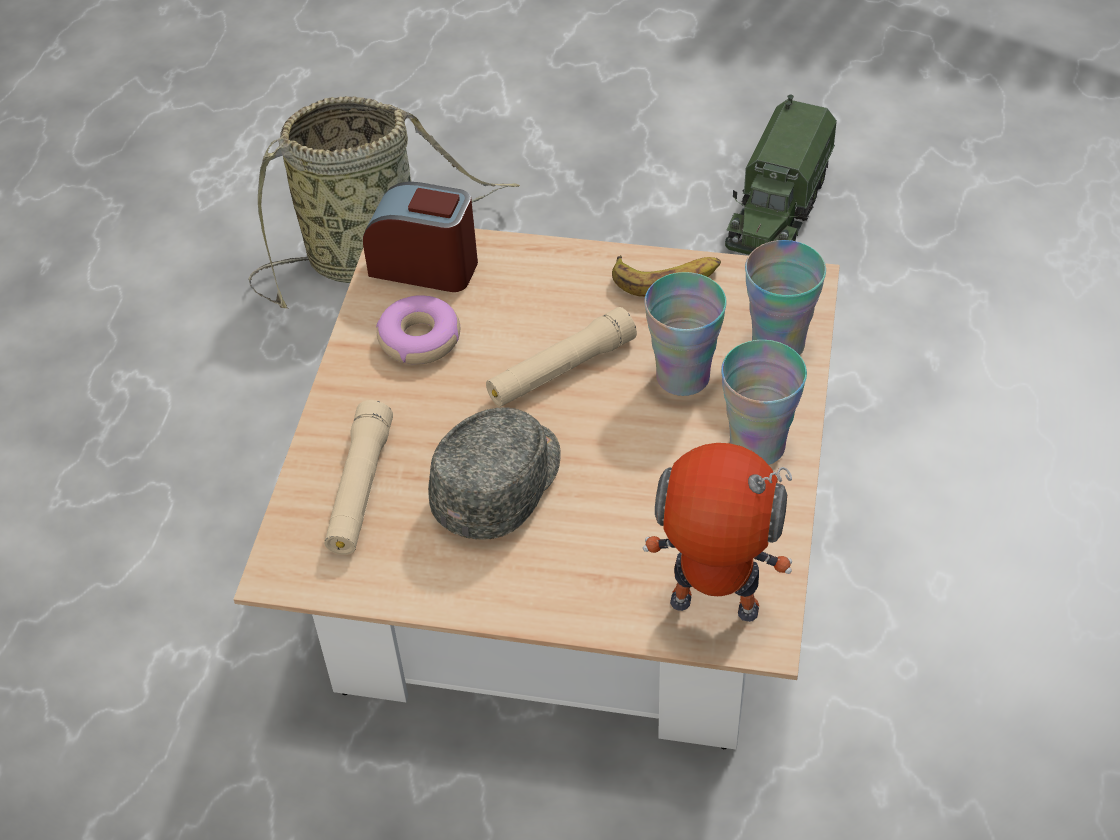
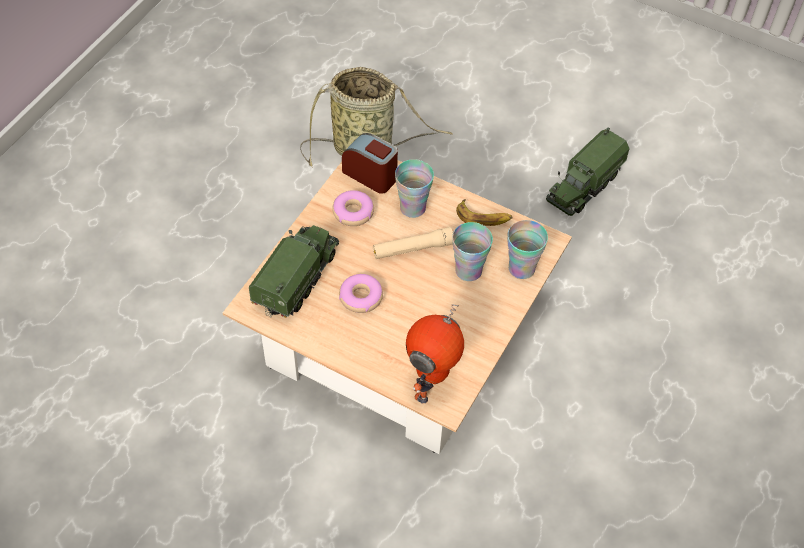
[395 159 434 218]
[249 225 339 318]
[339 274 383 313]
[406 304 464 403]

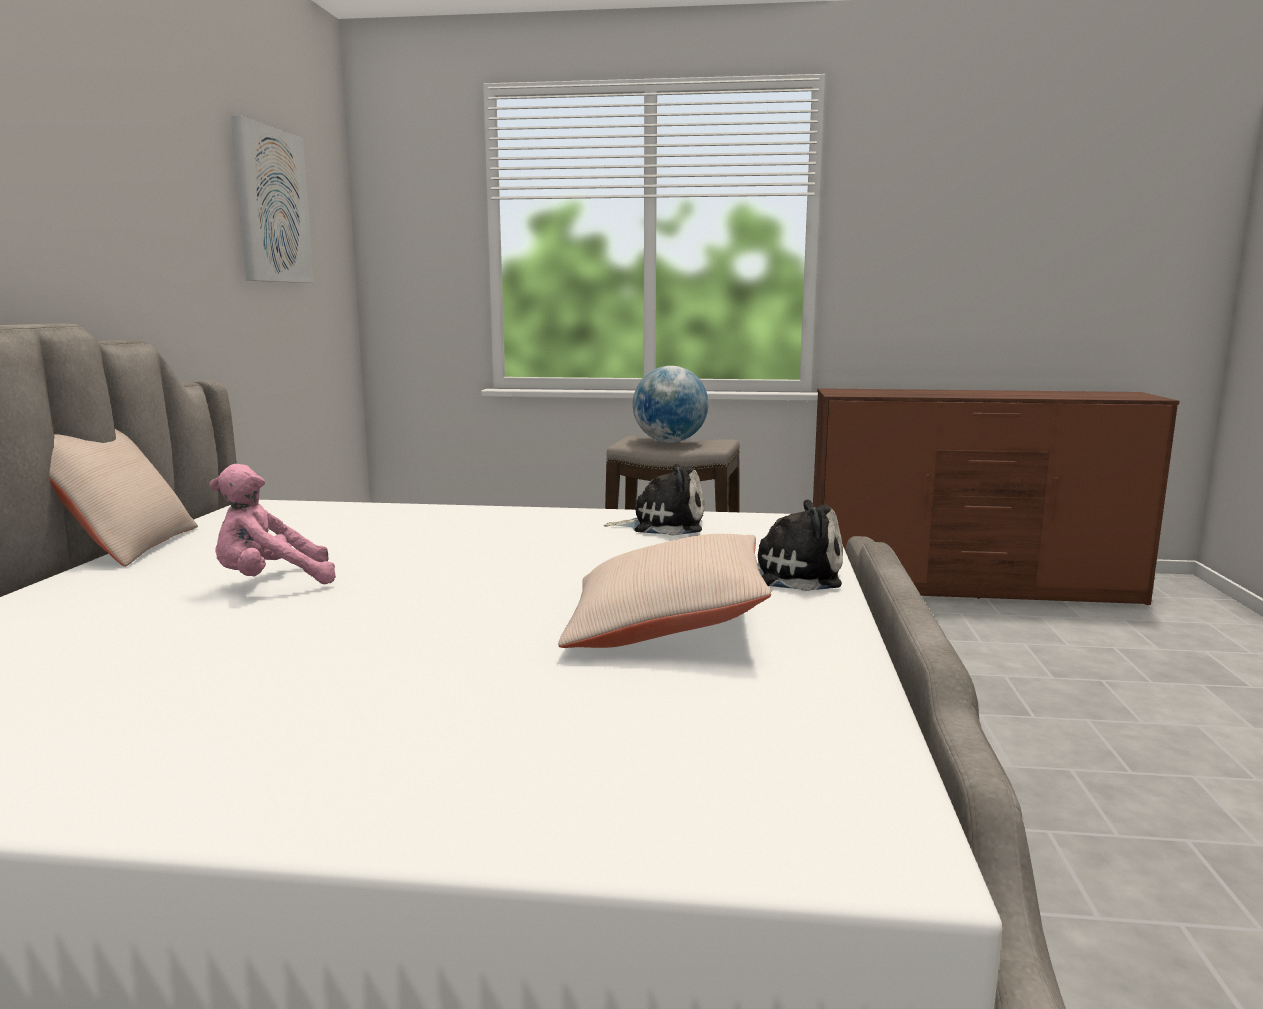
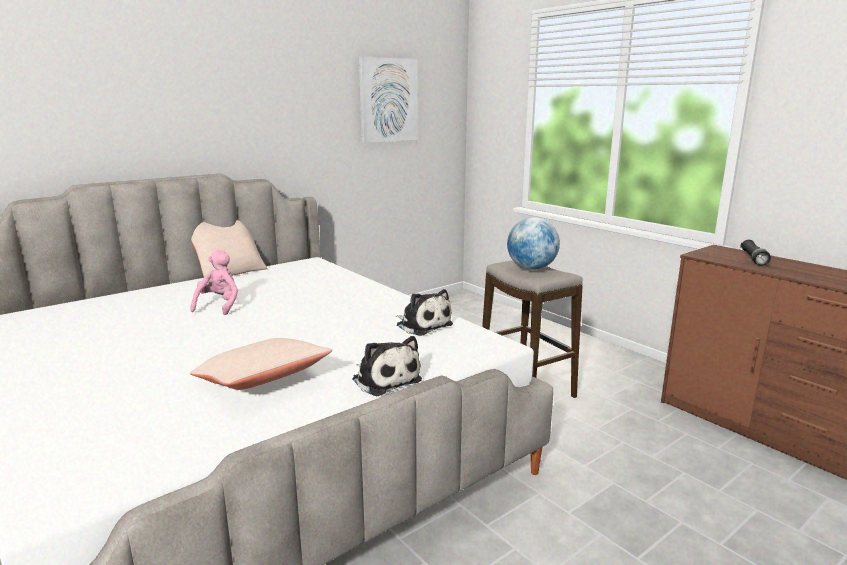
[740 240 771 266]
[190 250 238 315]

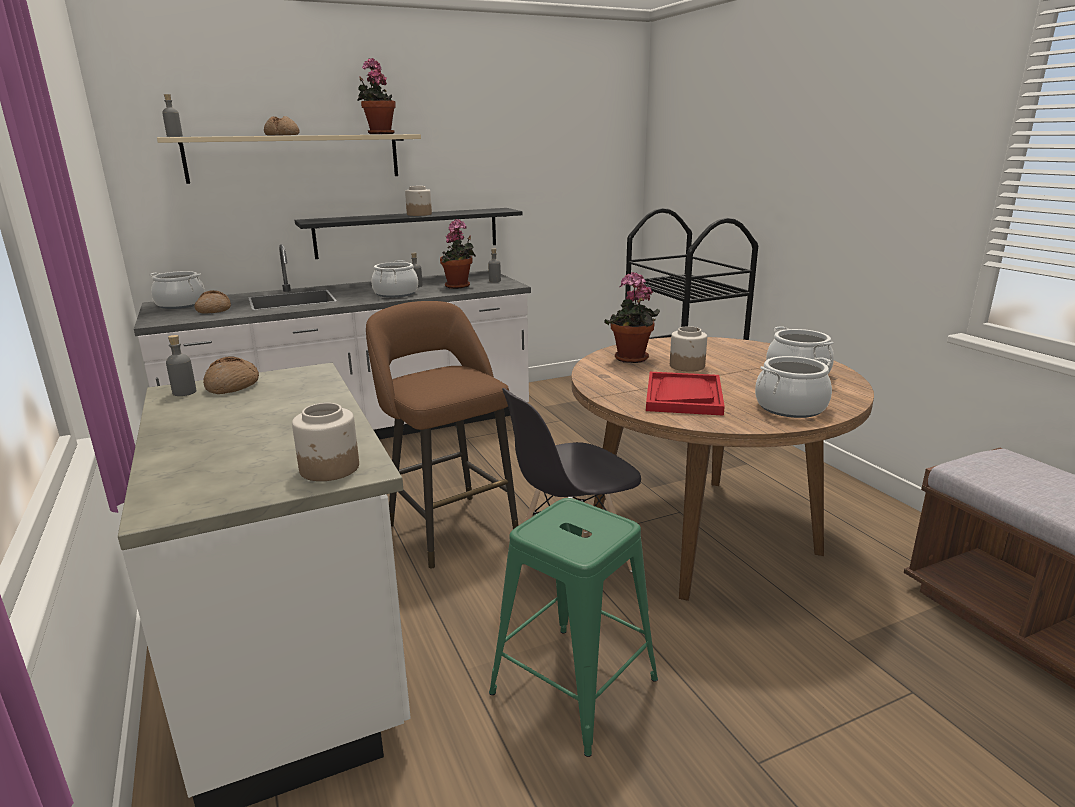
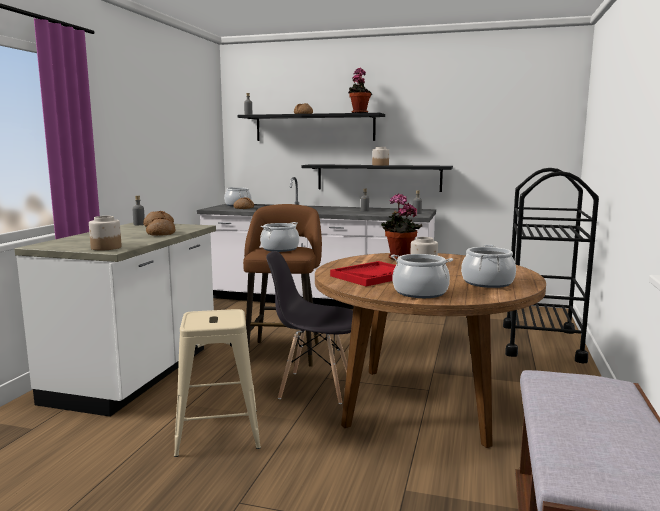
[440 219 476 289] (first image)
[146 217 175 236]
[260 222 299 252]
[237 113 385 141]
[174 309 261 457]

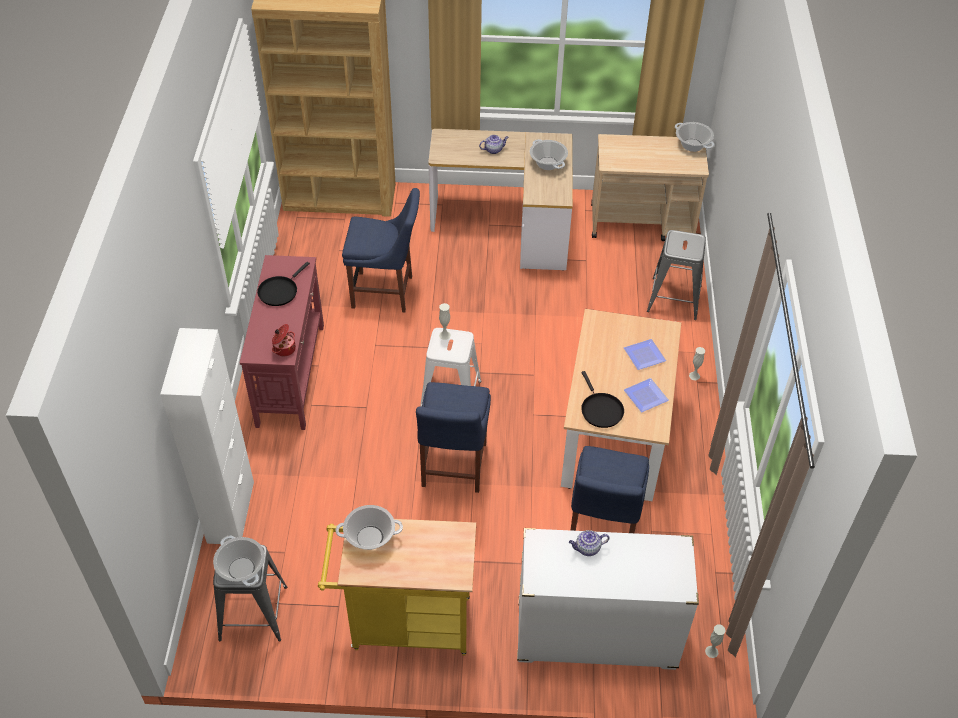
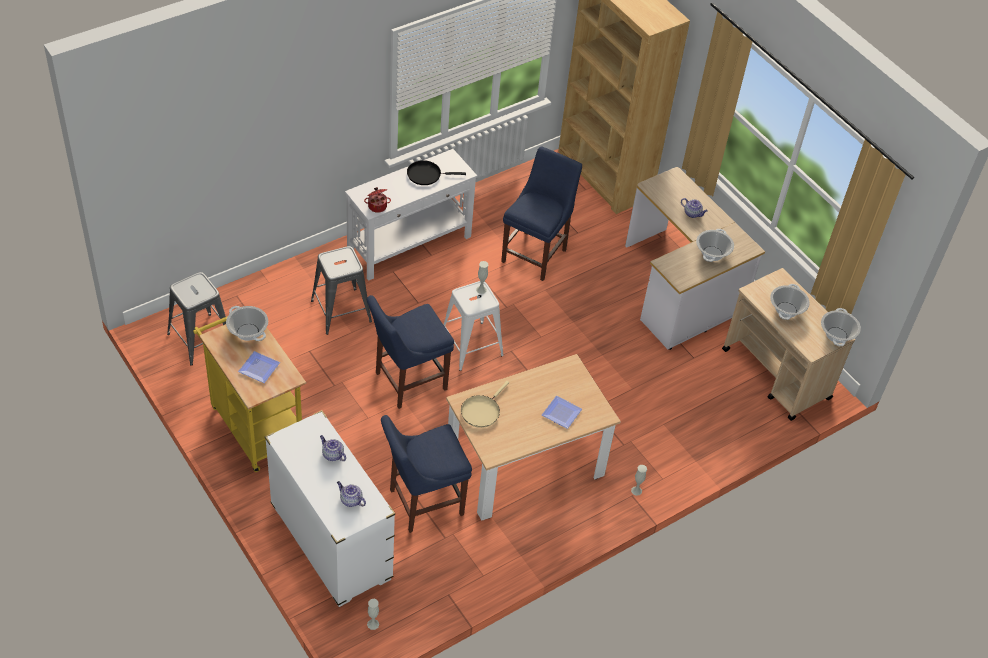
[160 328 254 544] (first image)
[337 481 366 507]
[770 284 810 320]
[238 351 280 383]
[311 246 372 335]
[345 149 477 281]
[461 381 509 428]
[501 146 582 281]

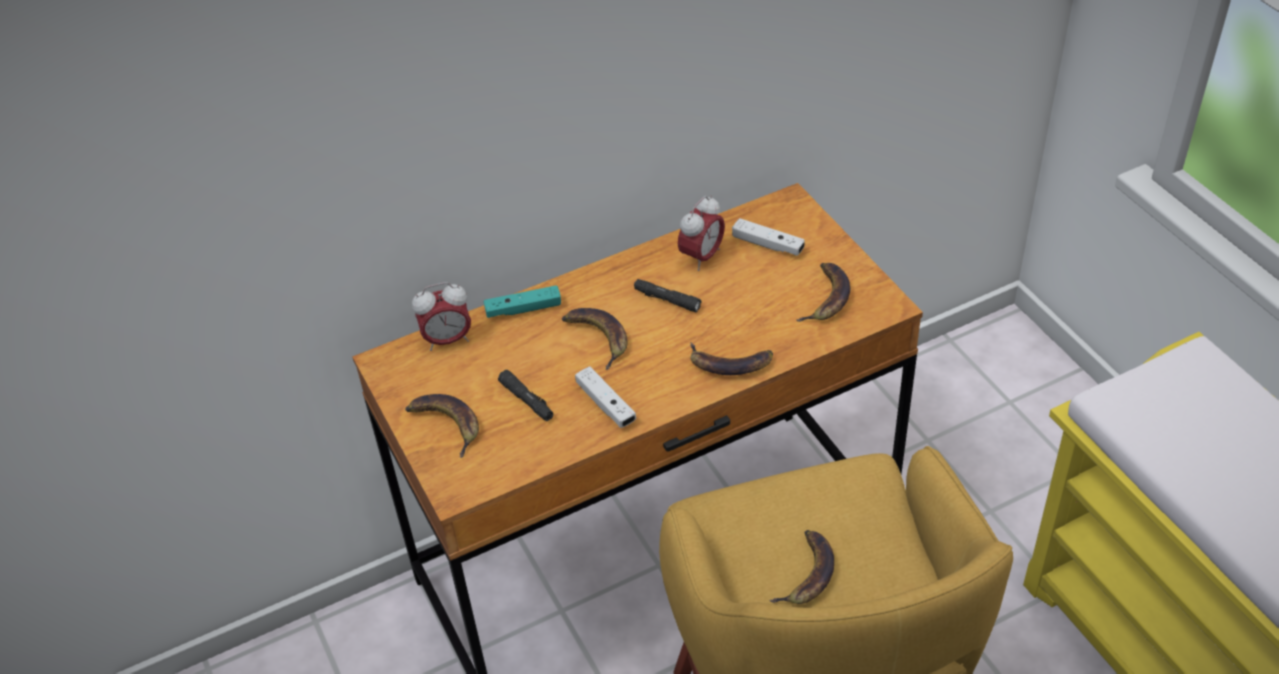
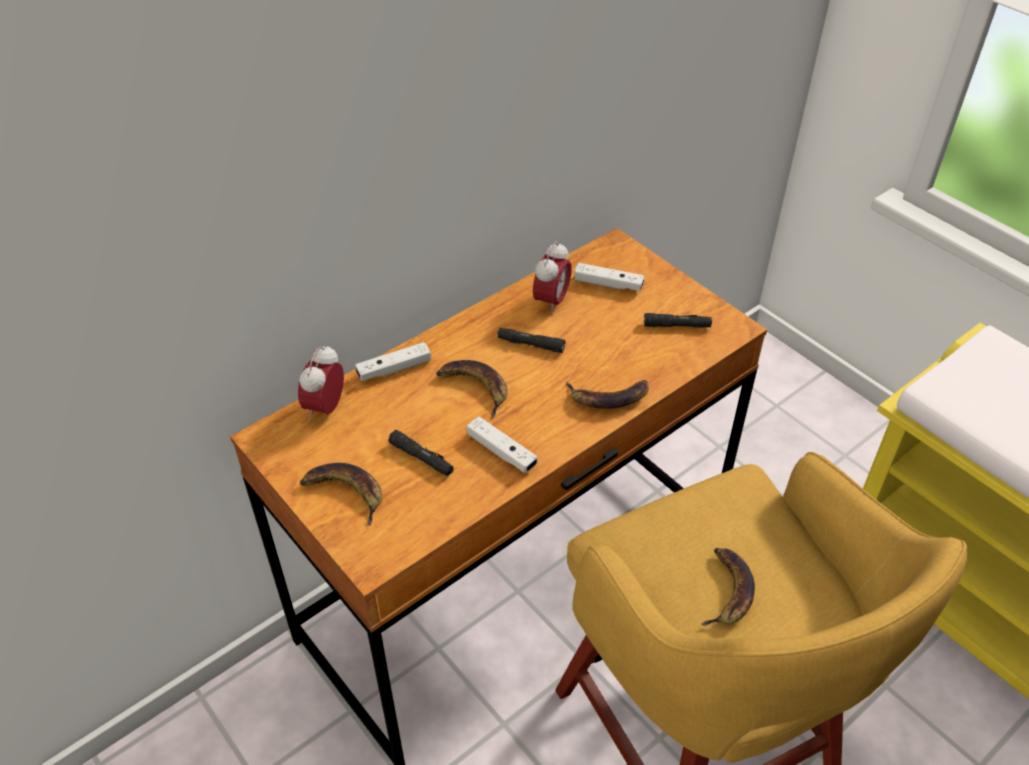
[644 313 712 328]
[355 342 431 381]
[298 344 344 420]

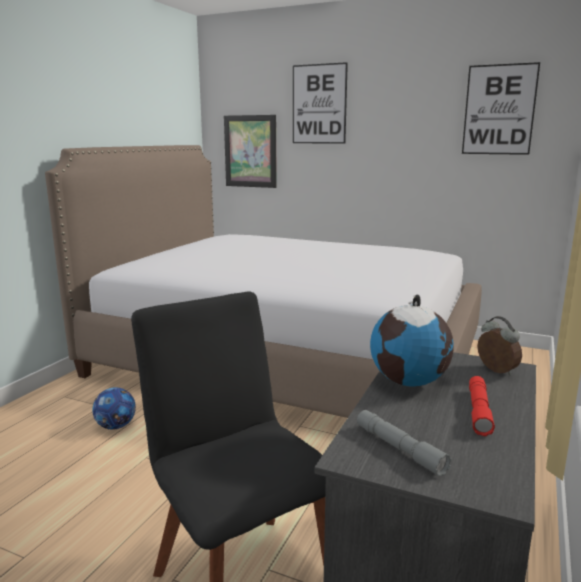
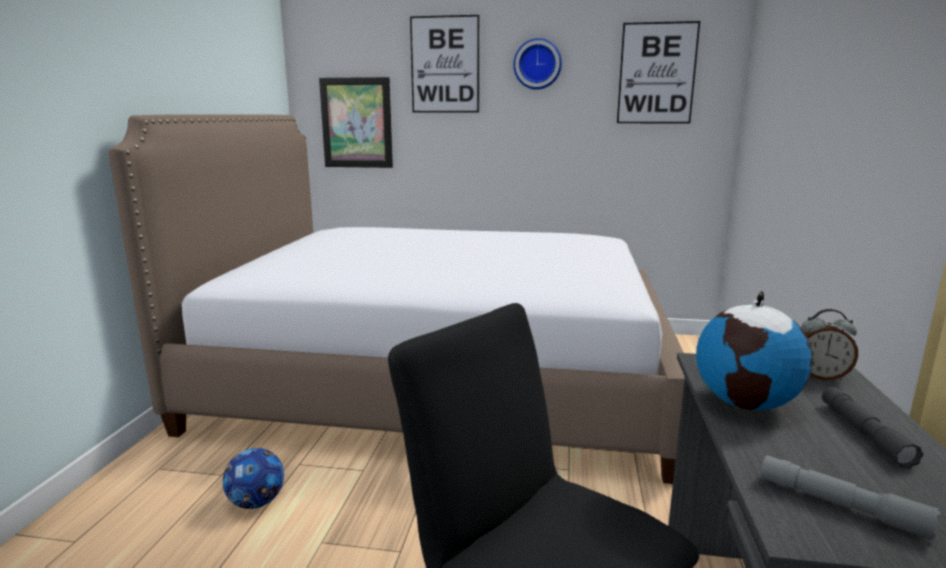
[513 38 562 90]
[822 387 923 469]
[801 309 858 380]

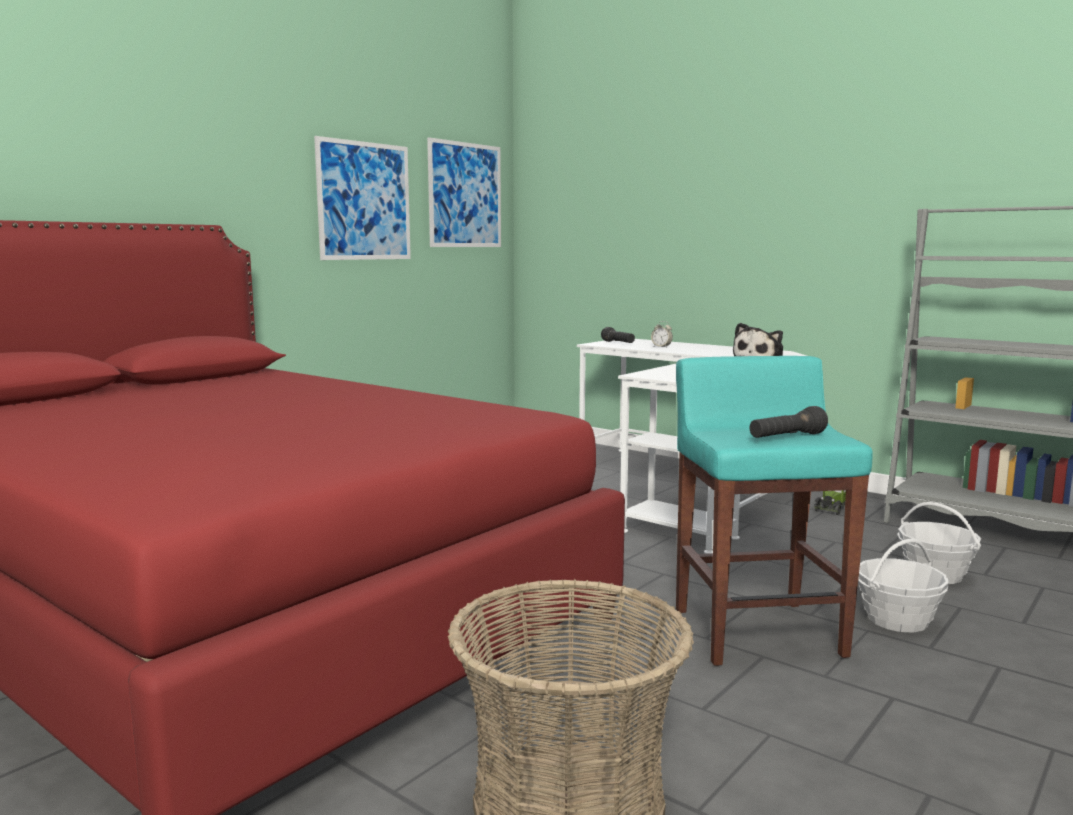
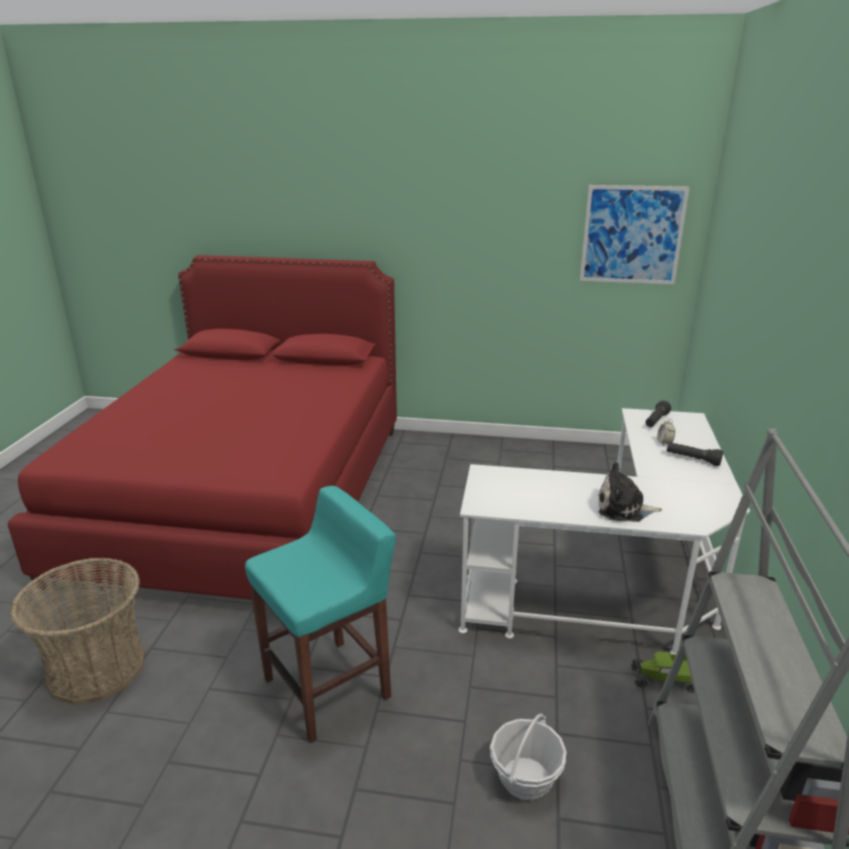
[314 136 411 260] (first image)
[858 539 949 632] (first image)
[667 442 723 466]

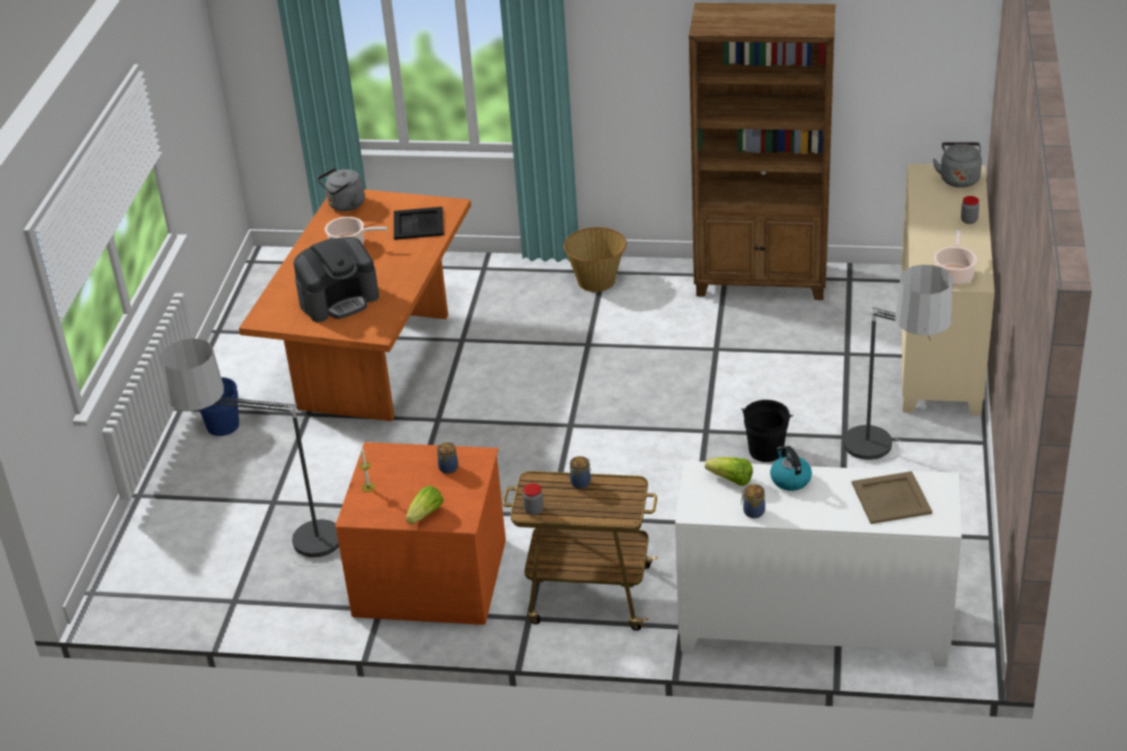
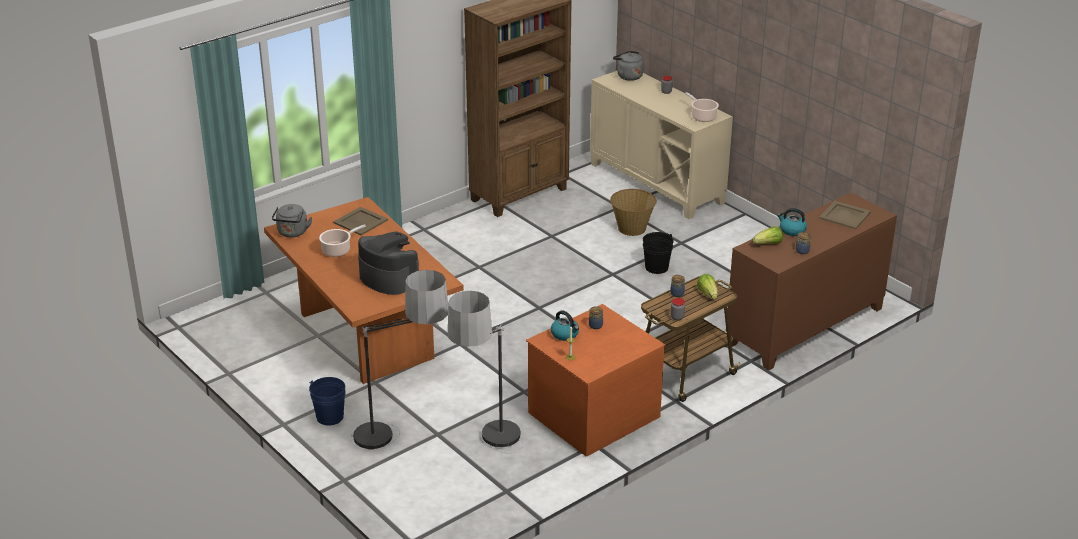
[551 310 579 341]
[697 274 718 299]
[610 189 657 236]
[351 270 448 450]
[333 207 388 236]
[728 193 897 371]
[358 231 419 295]

